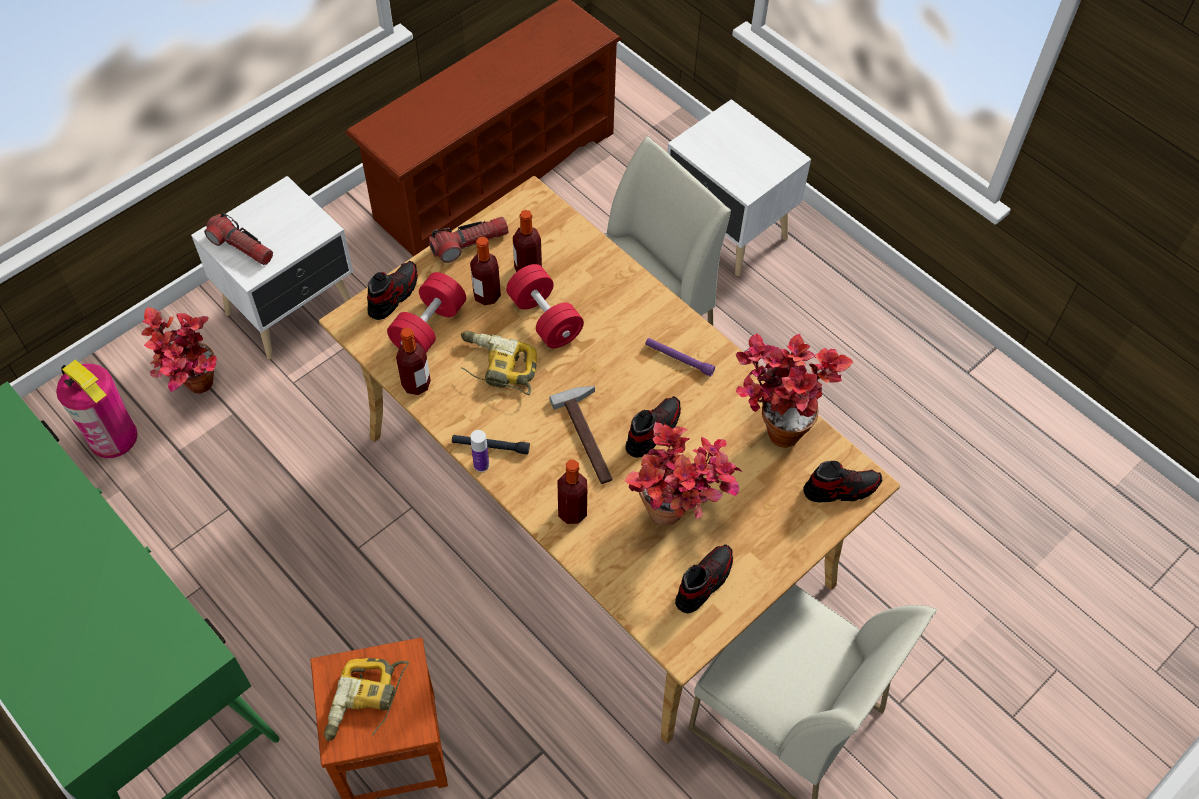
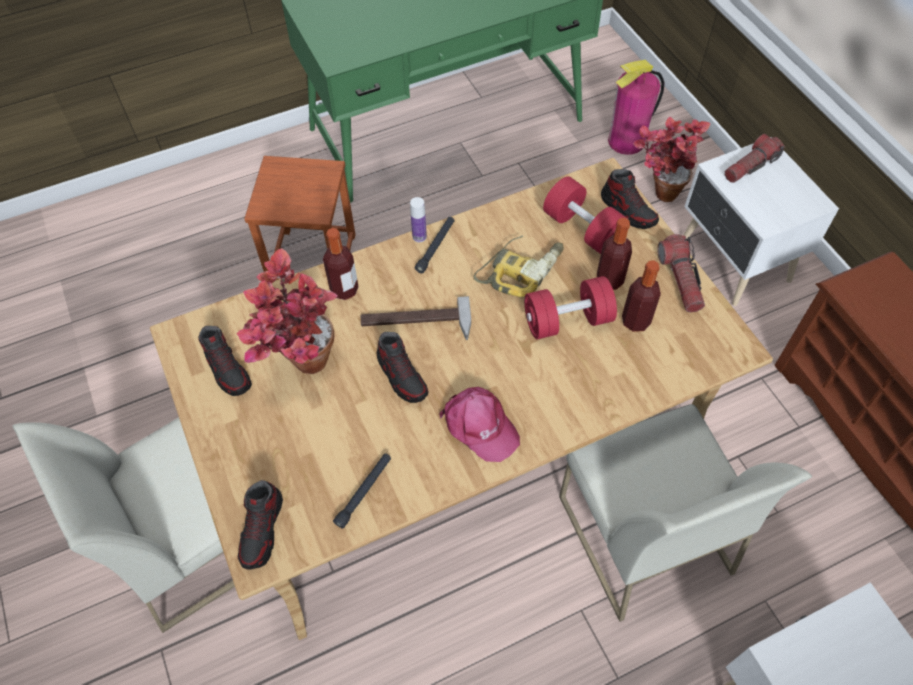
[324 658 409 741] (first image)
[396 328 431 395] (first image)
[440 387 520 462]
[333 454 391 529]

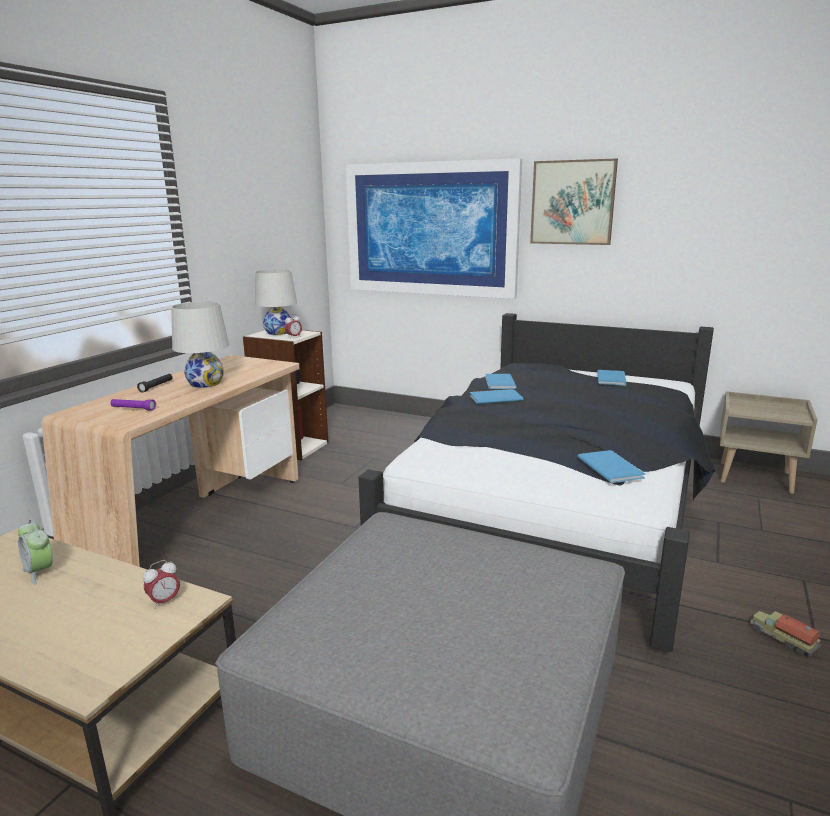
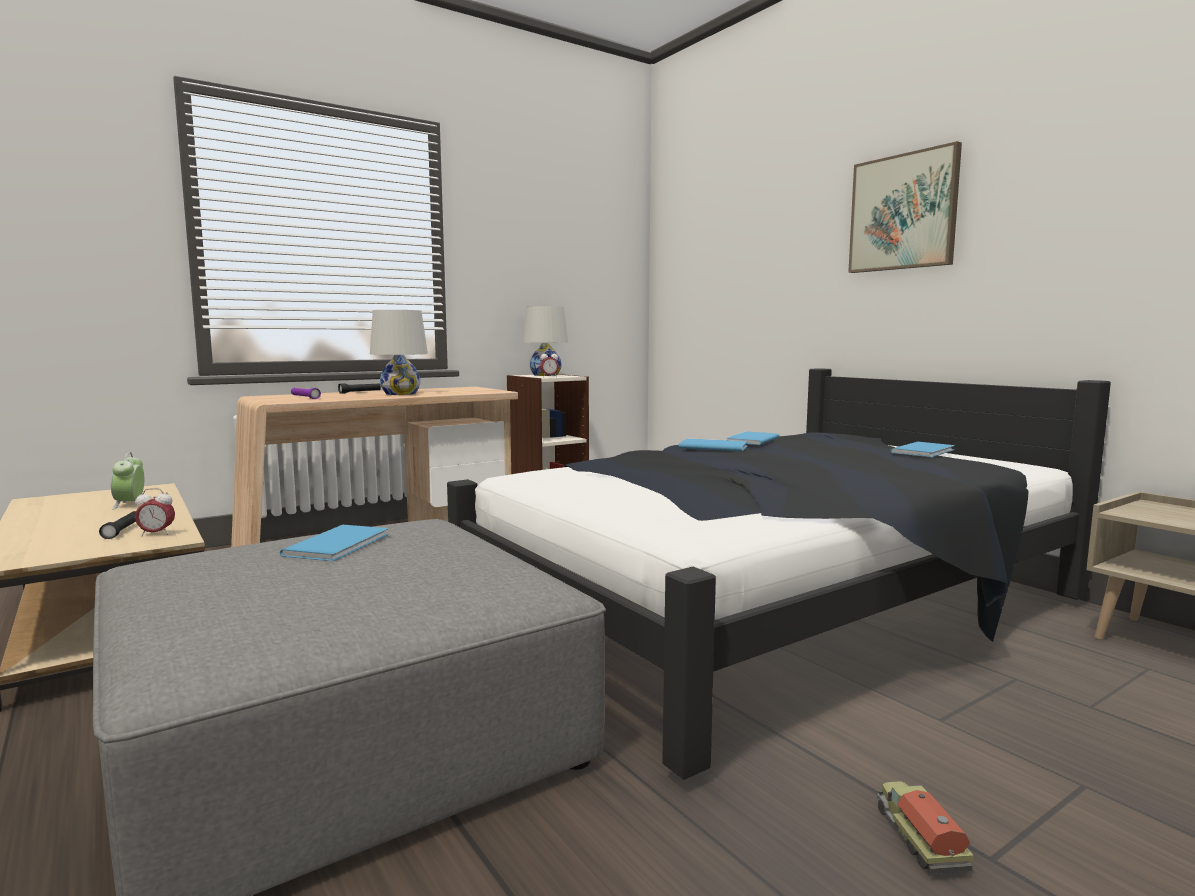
[346 158 522 299] (first image)
[99 511 136 539]
[280 525 388 561]

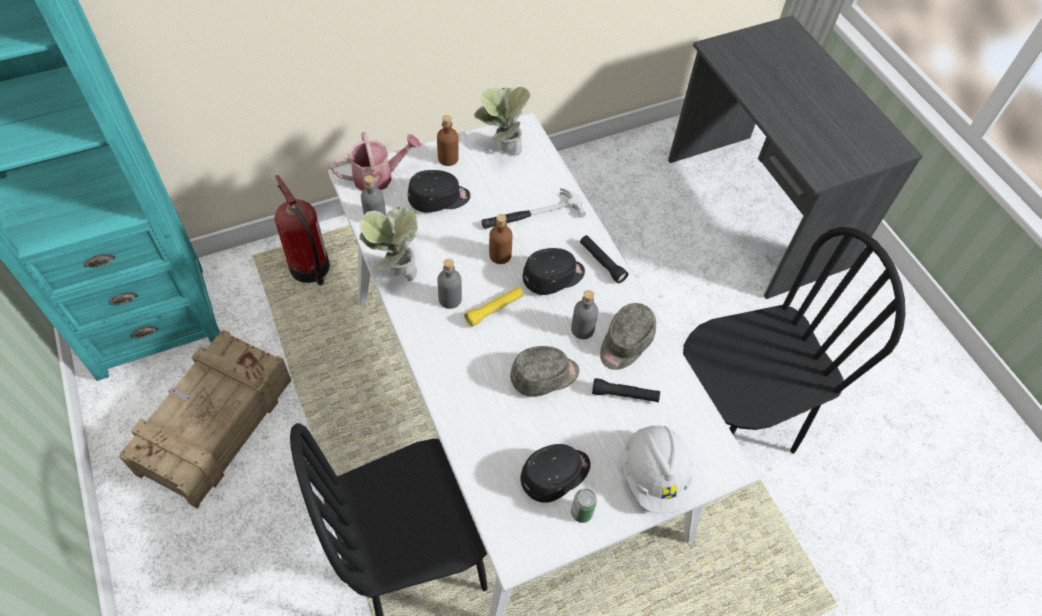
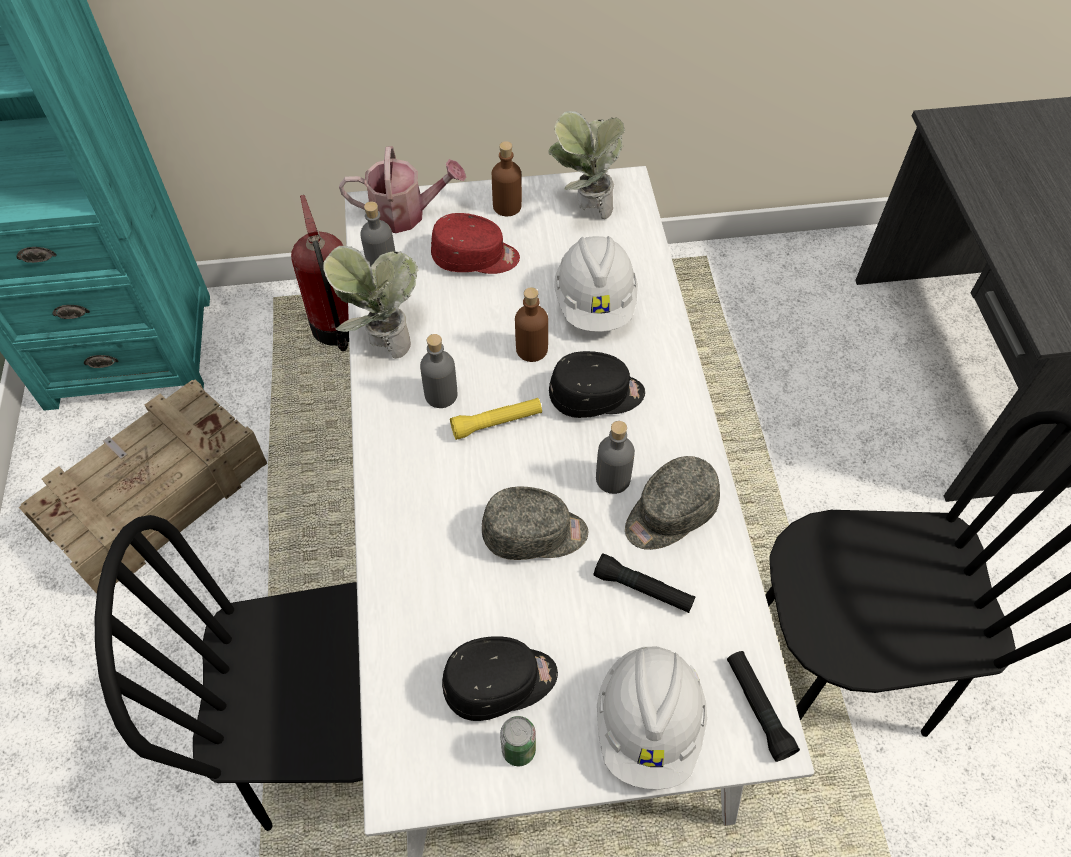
[727 651 800 762]
[554 236 638 332]
[431 213 520 274]

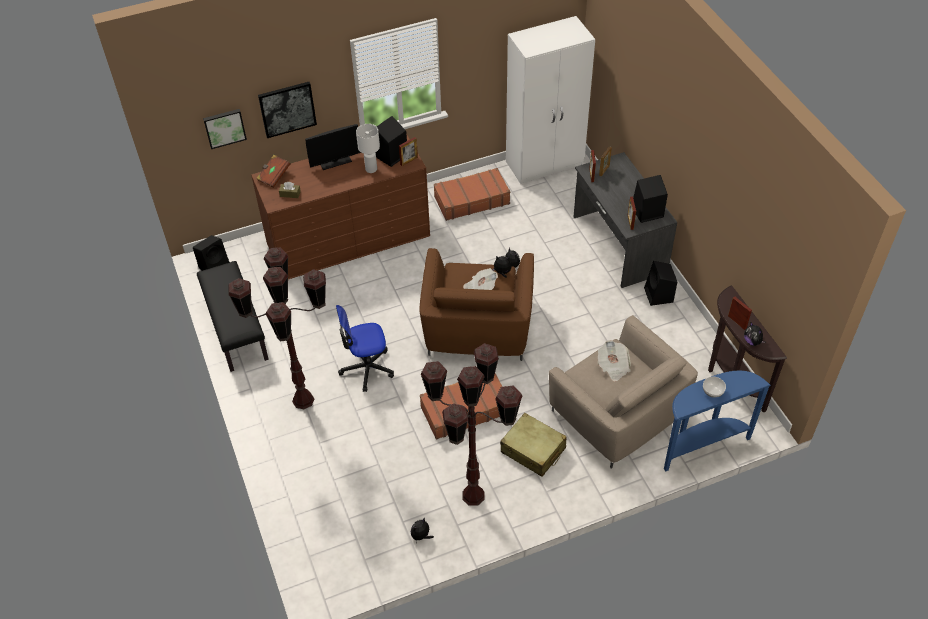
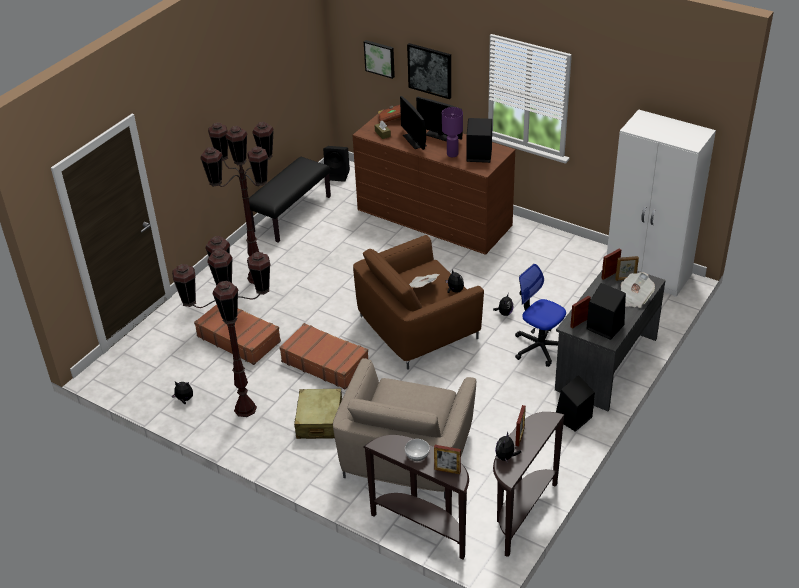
[400 96 427 150]
[515 264 566 367]
[434 445 461 474]
[194 304 281 365]
[620 272 655 308]
[442 107 463 157]
[363 435 469 559]

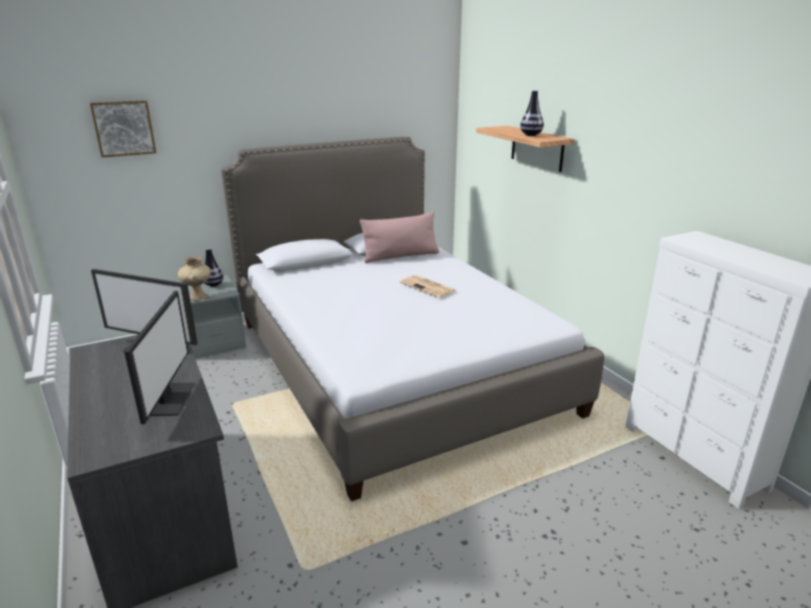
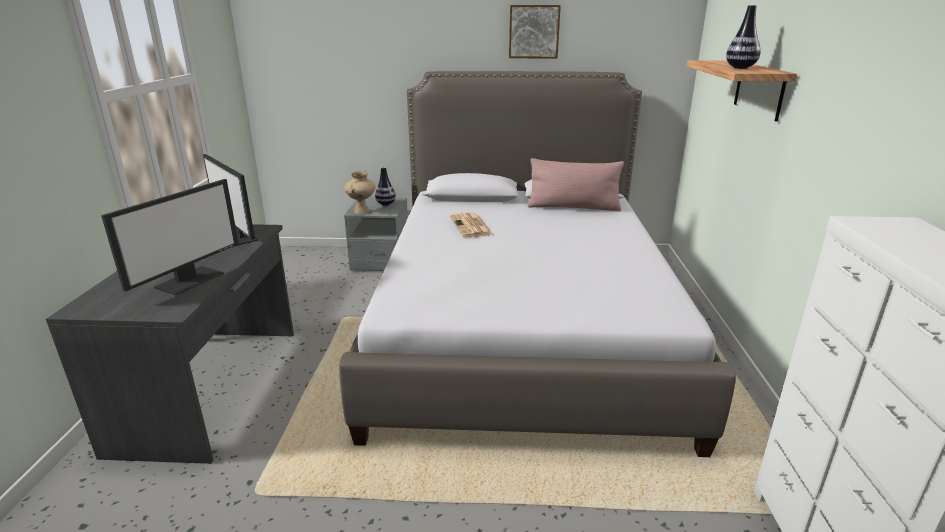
[509 5 561 58]
[449 212 493 237]

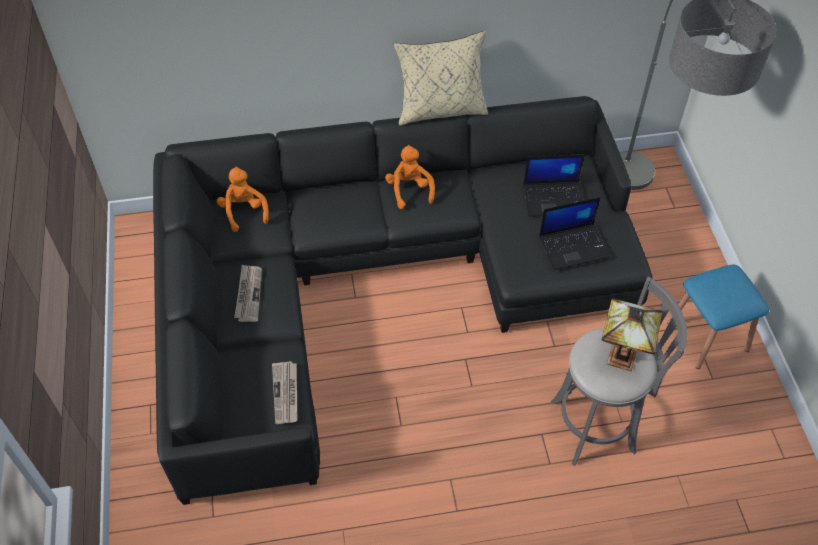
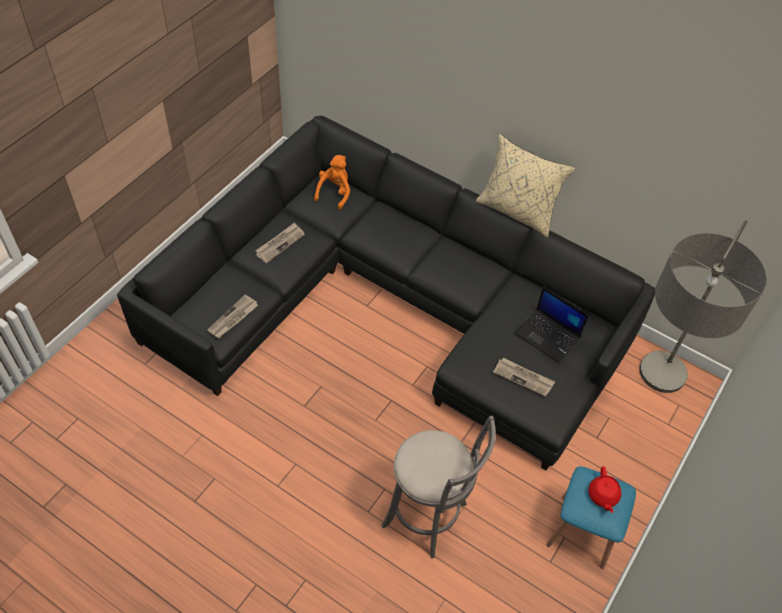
[385 145 435 209] (first image)
[602 298 663 371] (first image)
[589 466 621 513]
[493 357 555 397]

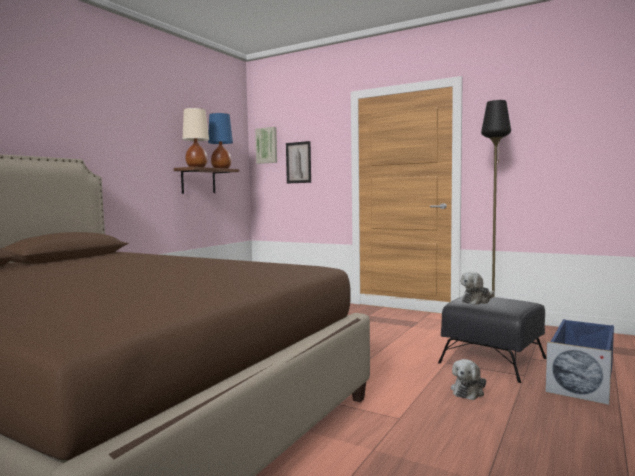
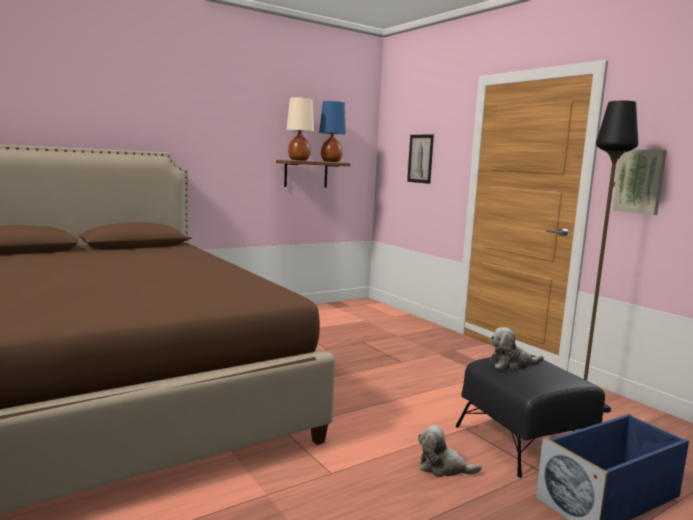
[613 149 667 215]
[418 425 482 477]

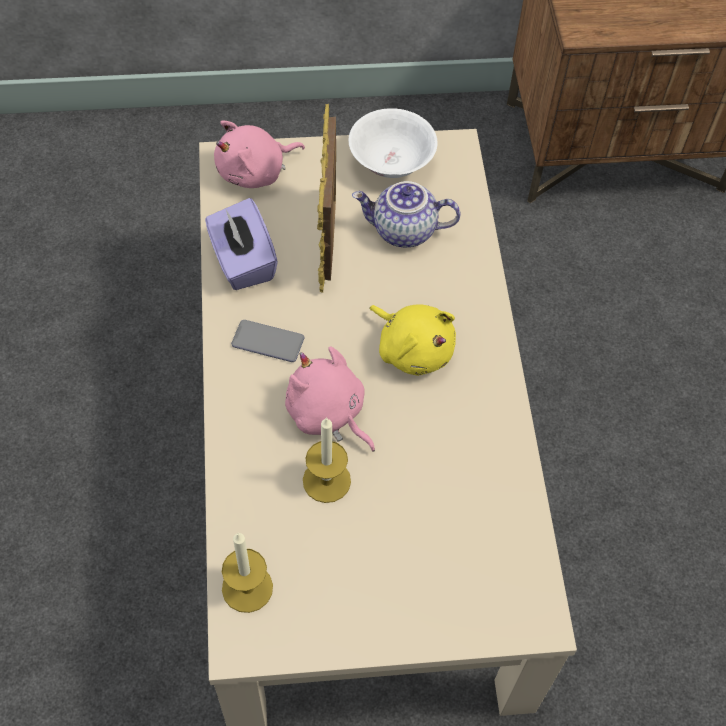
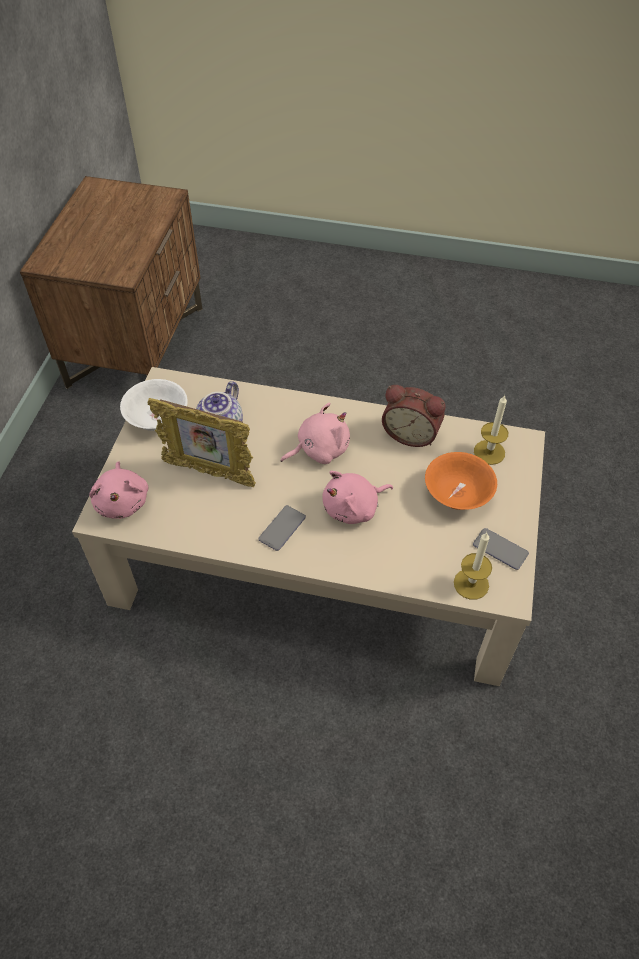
[205 198 278 290] (first image)
[382 385 446 447]
[425 452 497 510]
[473 528 529 570]
[474 395 508 465]
[281 403 350 464]

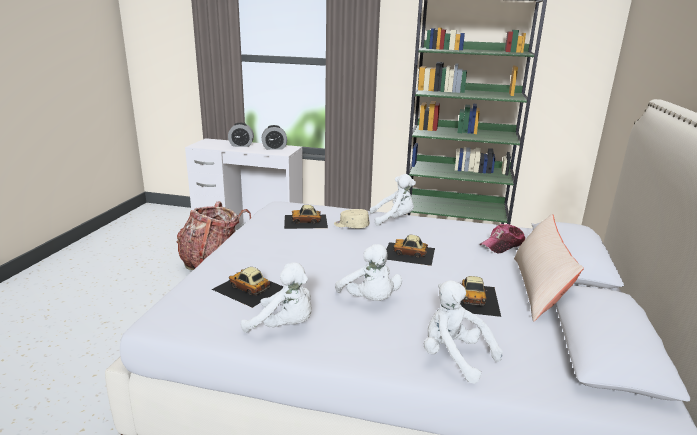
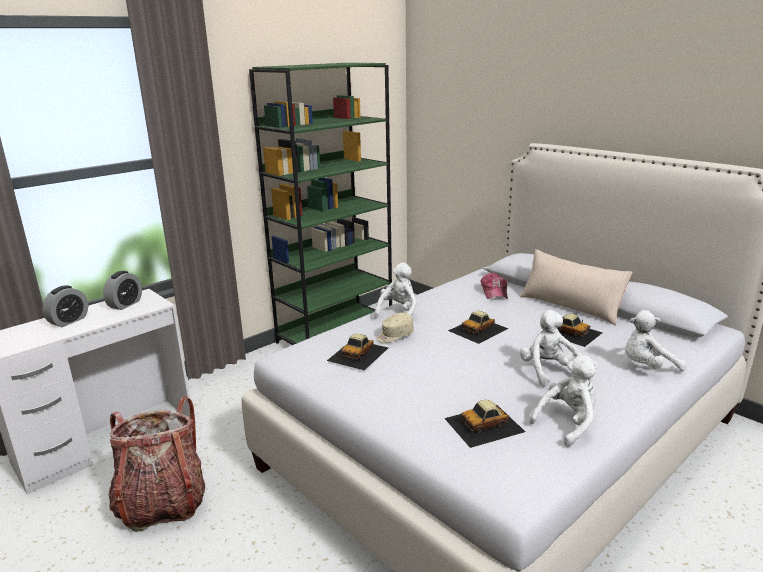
[520 310 581 387]

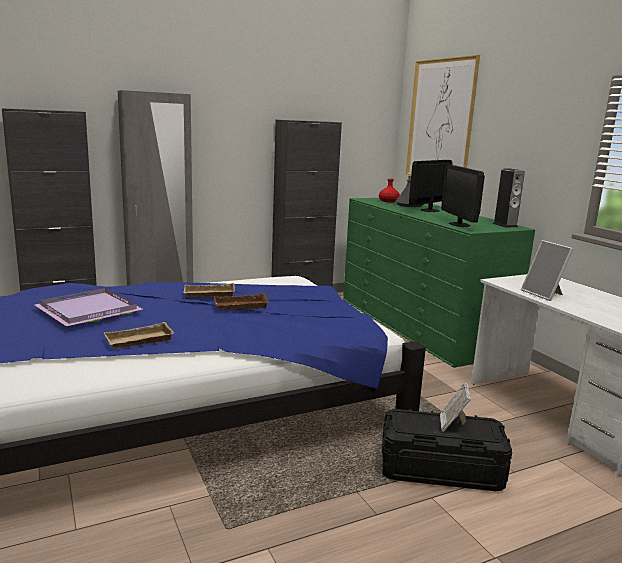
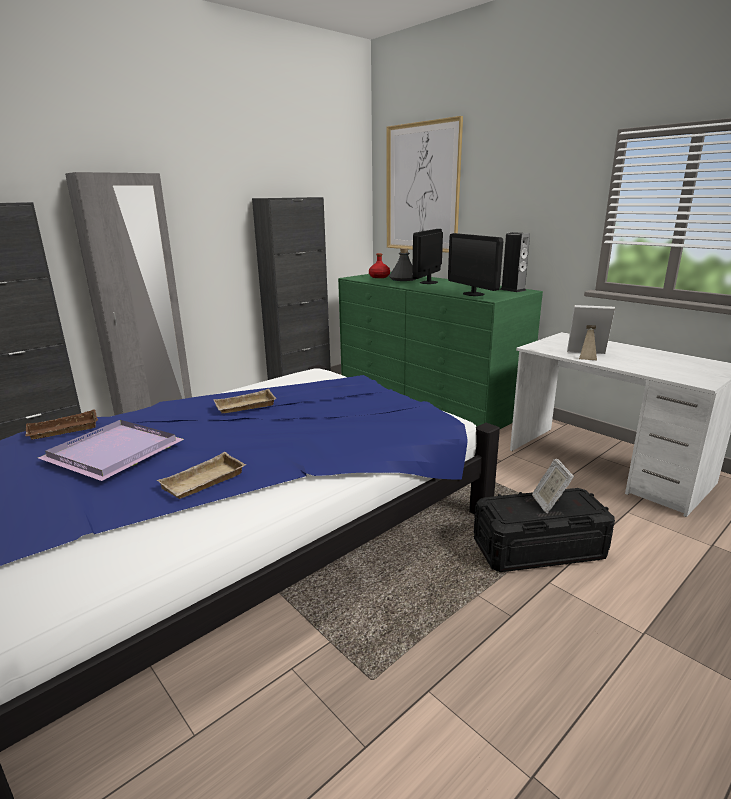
[25 409 98 440]
[567 305 615 360]

